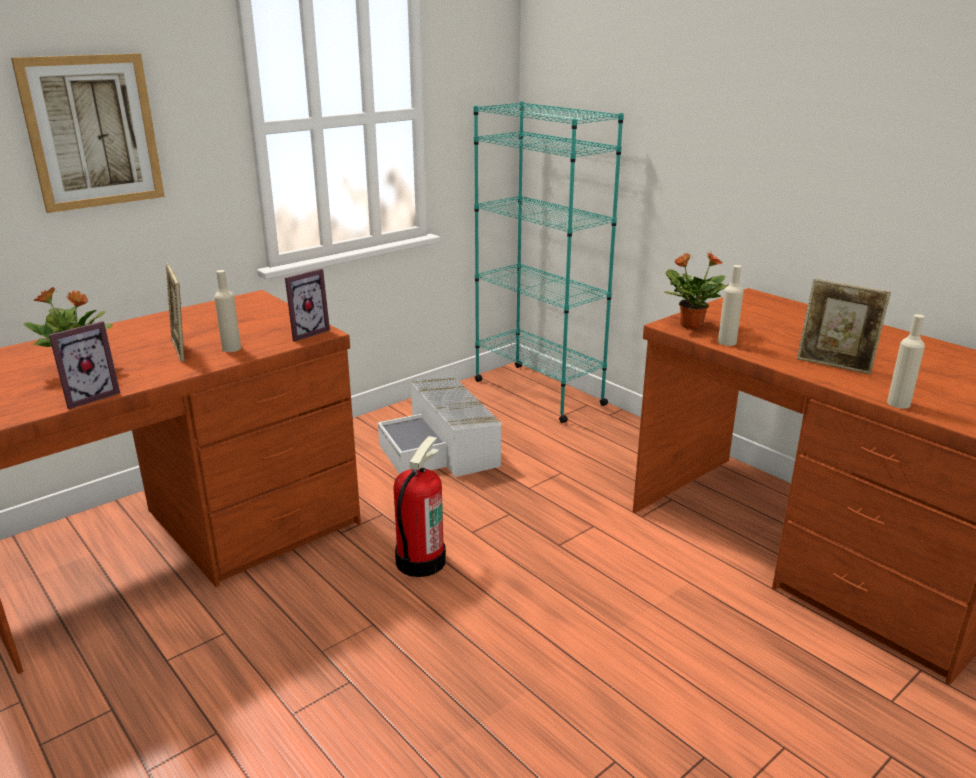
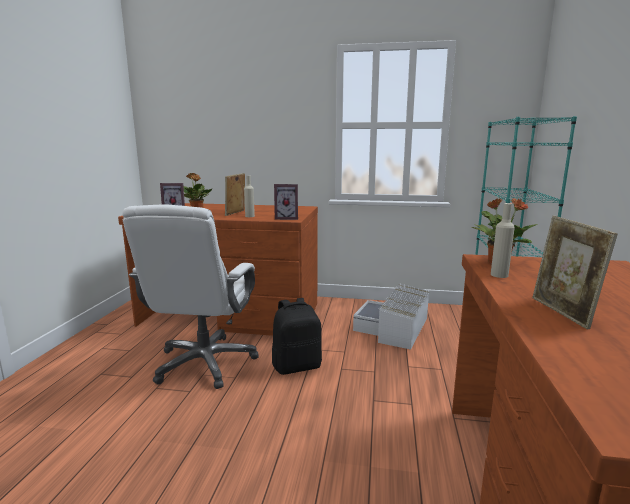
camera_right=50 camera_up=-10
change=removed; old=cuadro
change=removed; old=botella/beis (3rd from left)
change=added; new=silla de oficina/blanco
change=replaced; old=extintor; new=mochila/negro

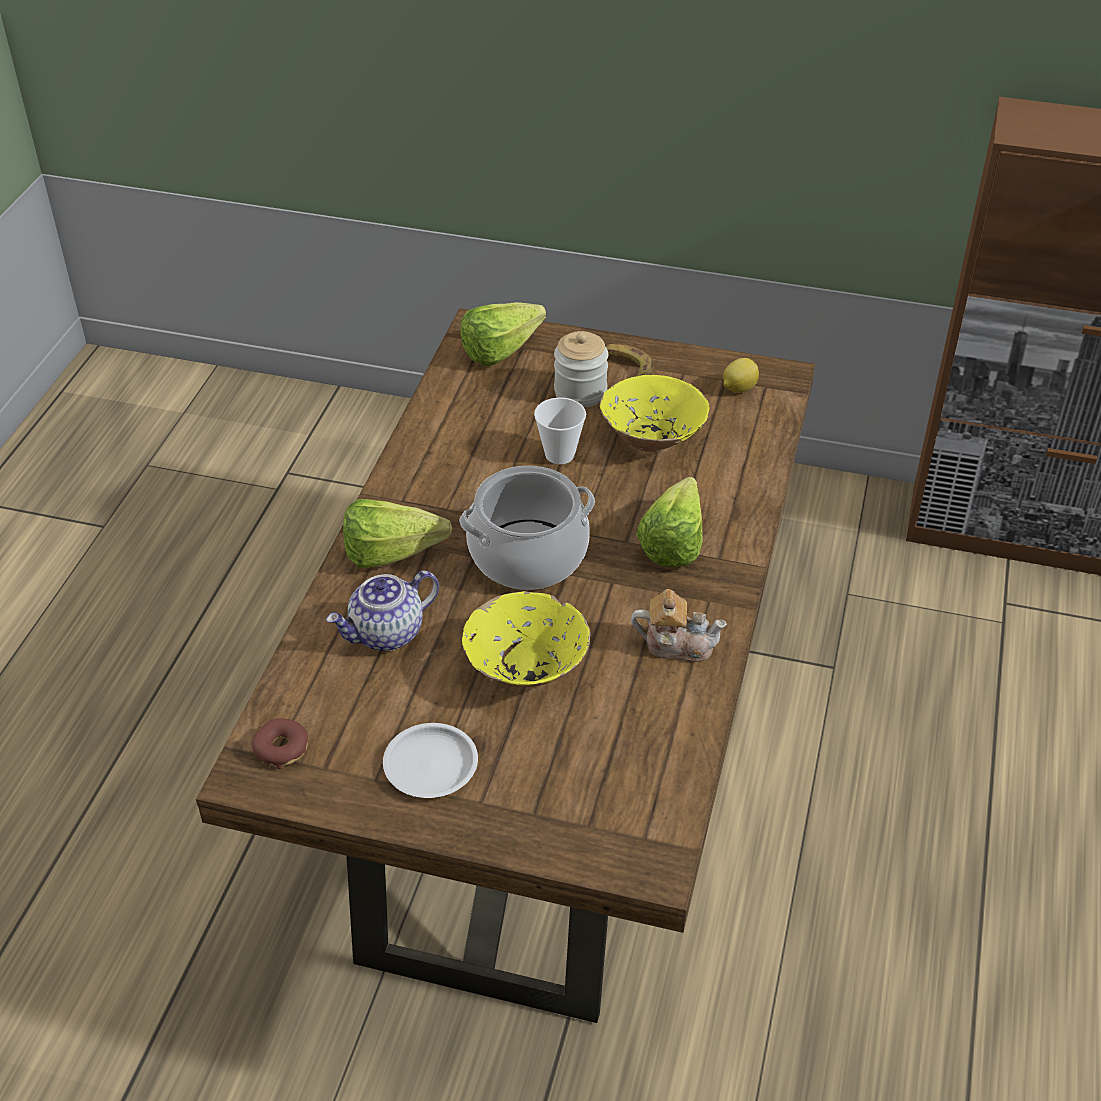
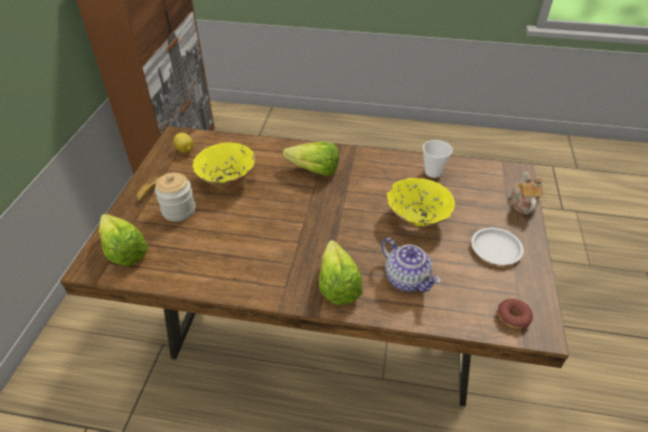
camera_right=-95 camera_up=0
change=removed; old=olla
change=moved; old=taza
change=moved; old=tetera (2nd from left)

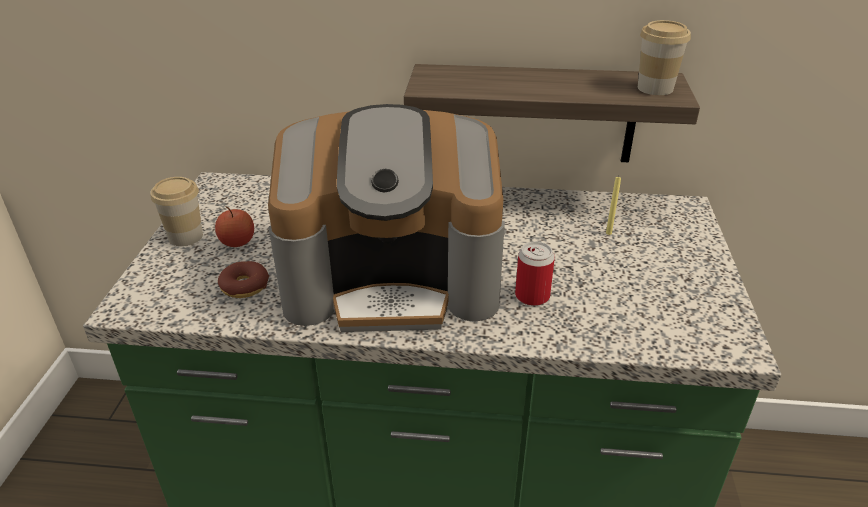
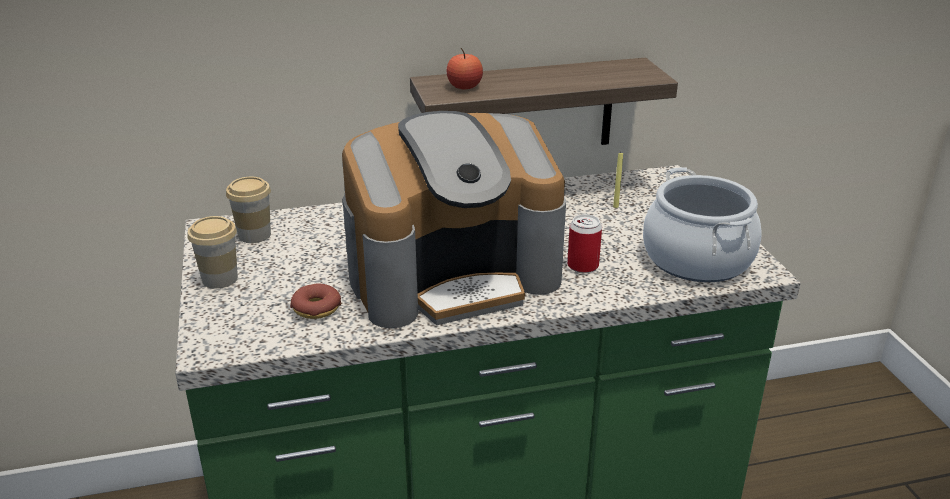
camera_right=-20 camera_up=-5
change=added; new=olla
change=moved; old=manzana
change=moved; old=taza (2nd from left)

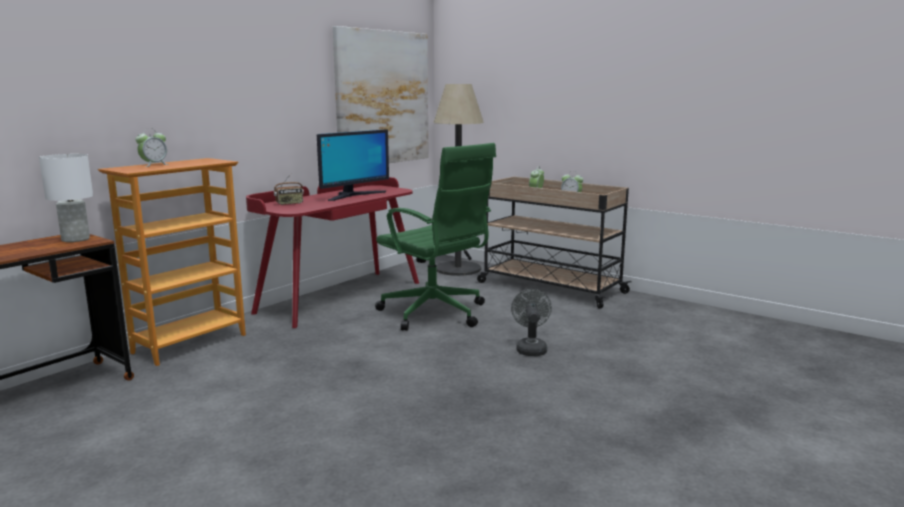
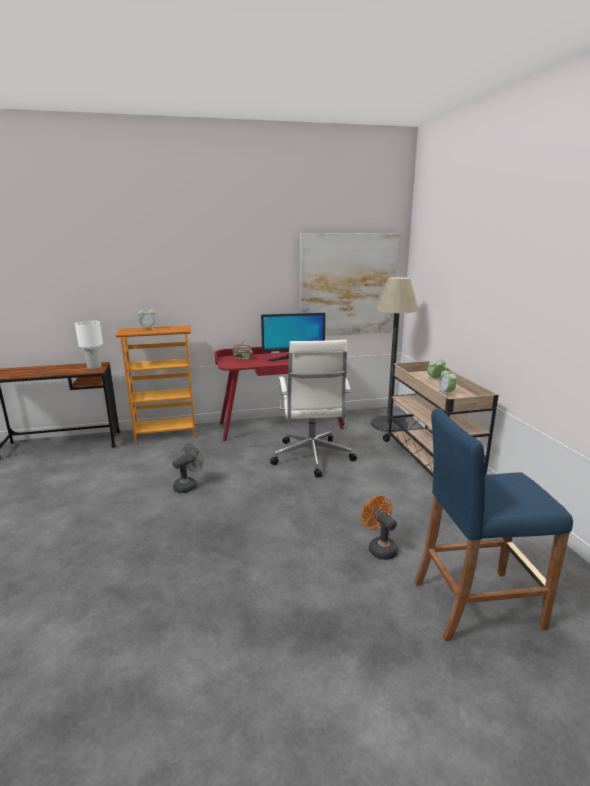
camera_right=40 camera_up=5
change=added; new=ventilador/naranja
change=added; new=taburete/azul
change=moved; old=ventilador/gris
change=recoloured; old=silla de oficina/verde; new=silla de oficina/blanco

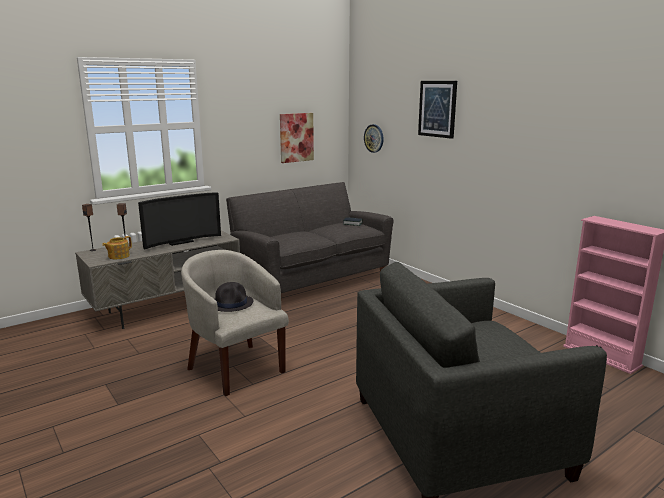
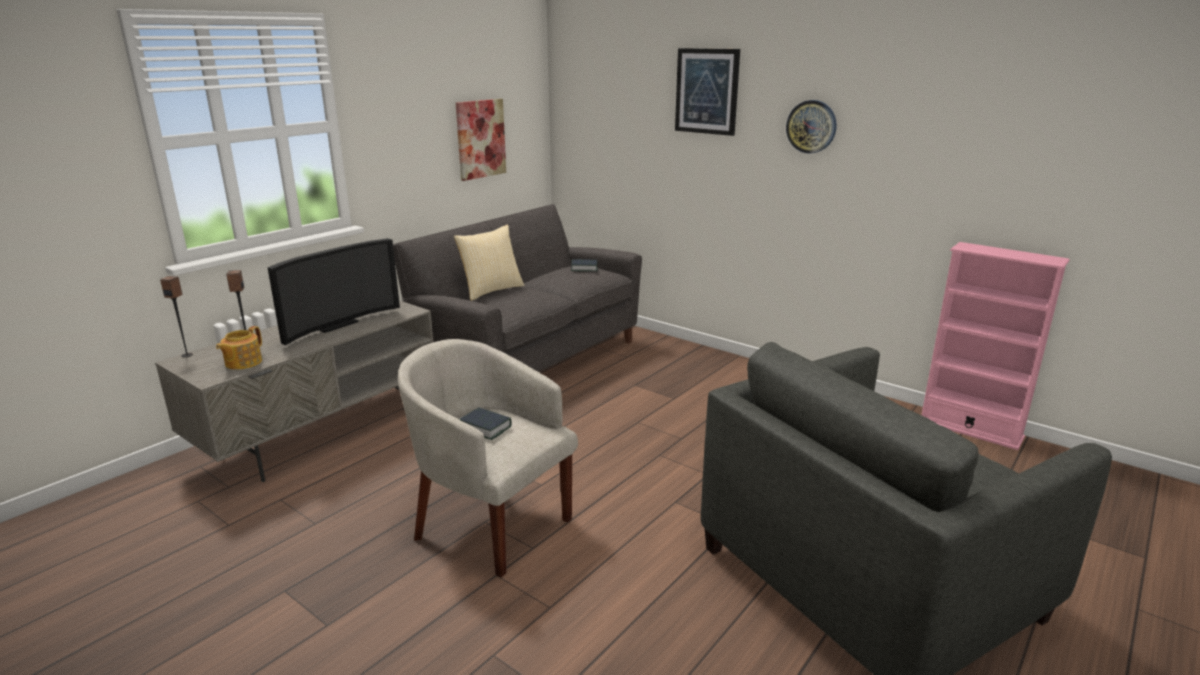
camera_right=-15 camera_up=5
change=added; new=cojín
change=moved; old=reloj de pared
change=replaced; old=sombrero/negro; new=libro (1st from left)

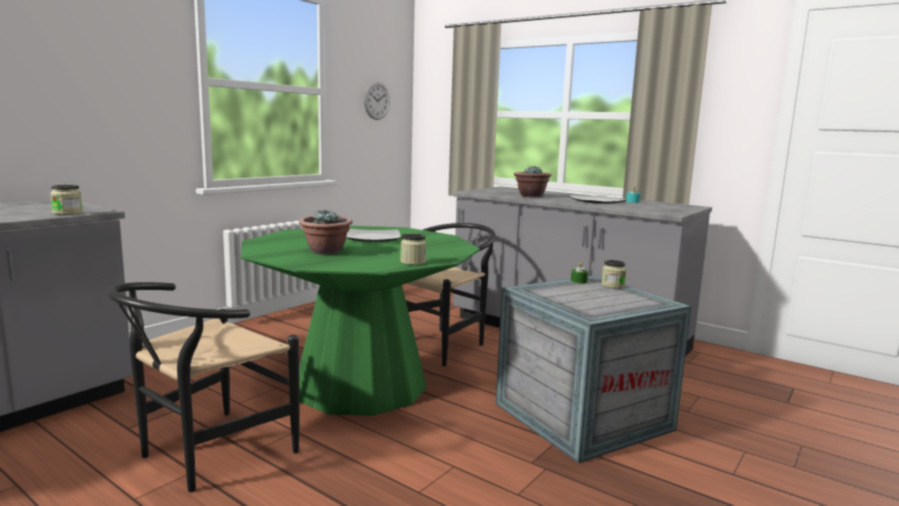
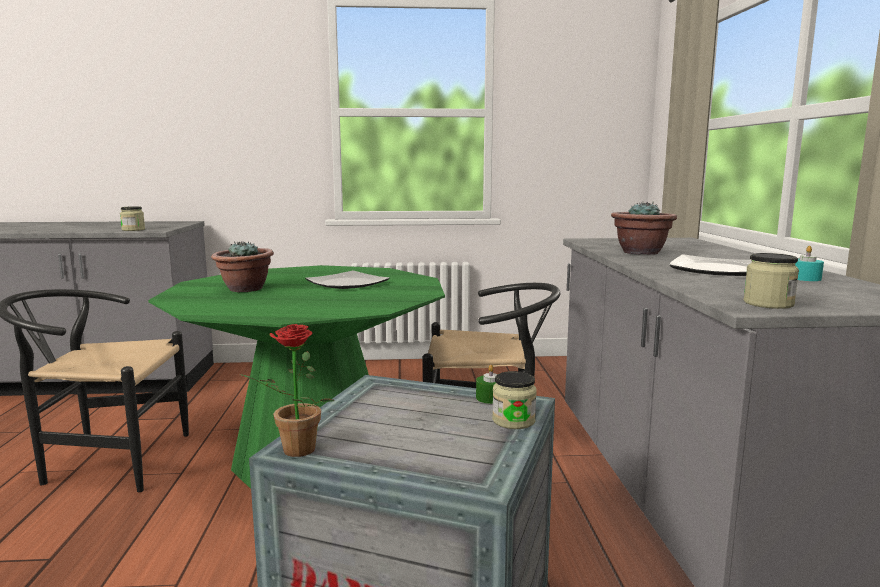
camera_right=50 camera_up=0
change=removed; old=reloj de pared
change=added; new=planta en maceta (2nd from left)
change=moved; old=tarro (2nd from left in the first image); new=tarro (3rd from left)

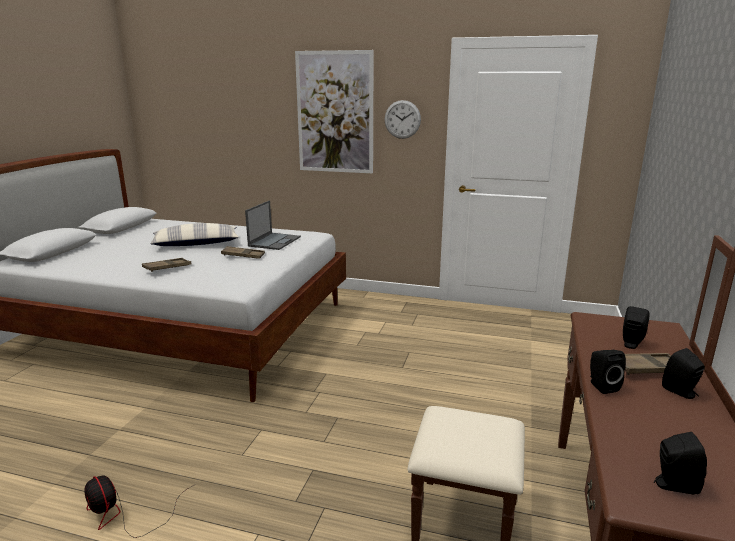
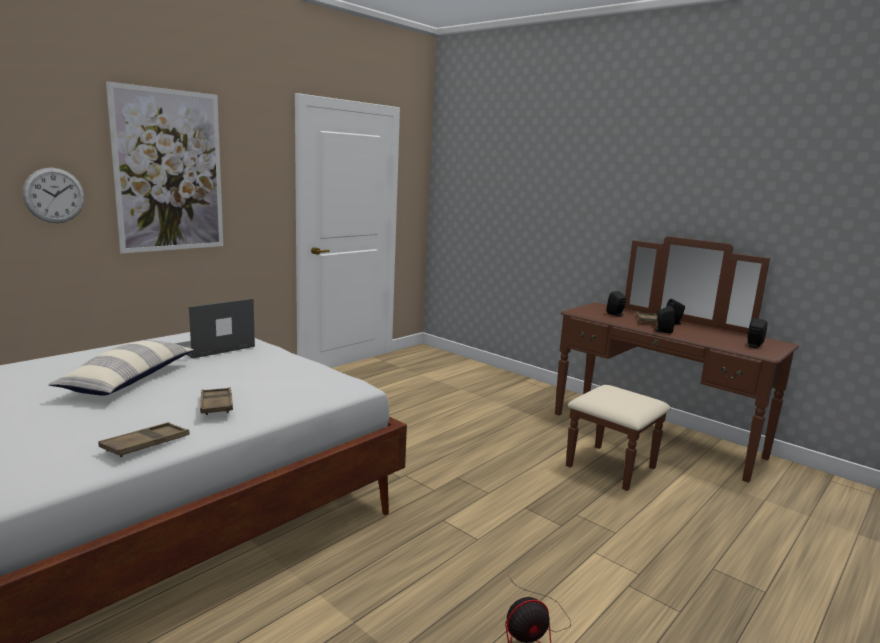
camera_right=-65 camera_up=-5
change=moved; old=bandeja/marrón (2nd from left in the first image); new=bandeja/marrón (1st from left)
change=moved; old=reloj de pared
change=turned; old=portátil; degrees=-90

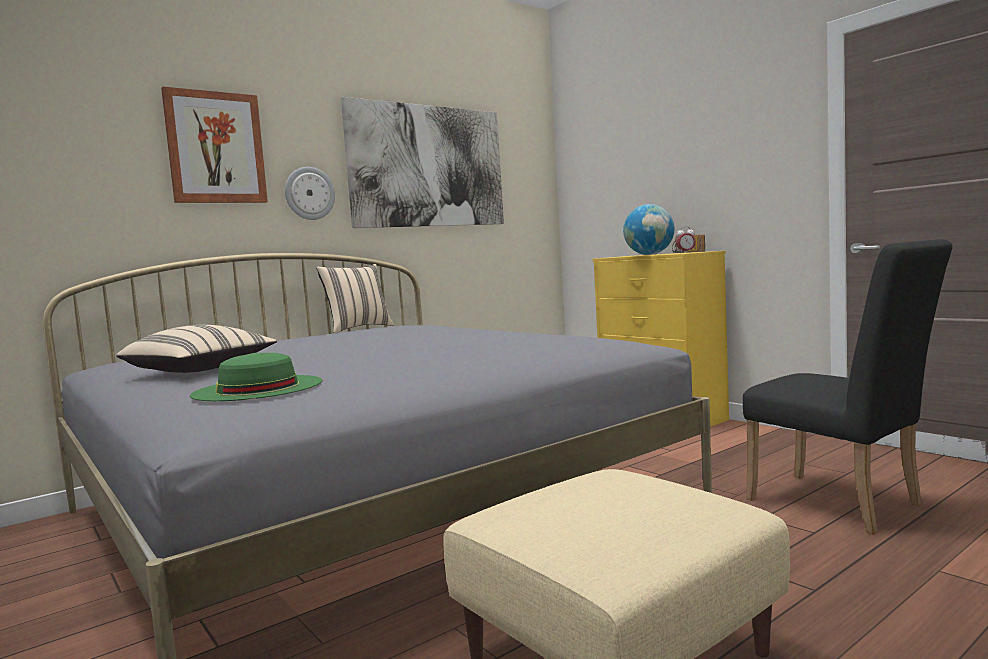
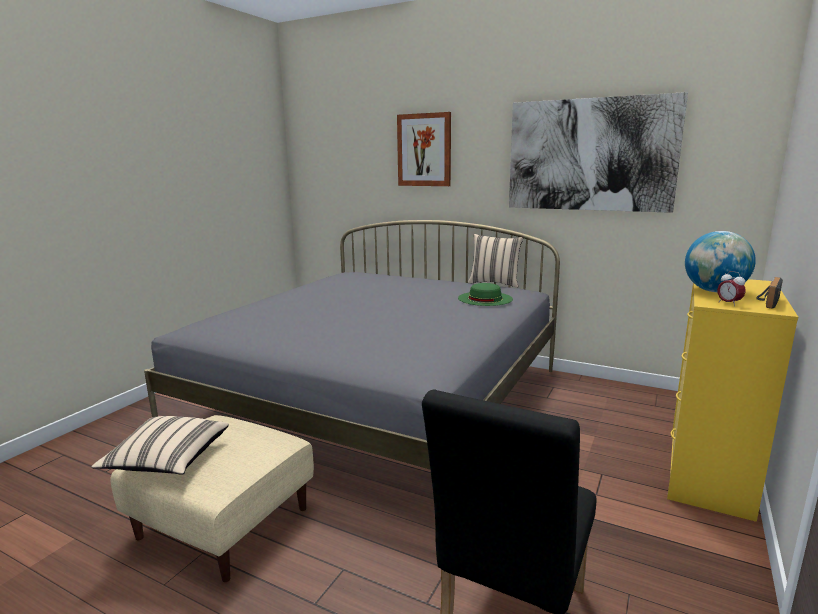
camera_right=65 camera_up=10
change=removed; old=reloj de pared
change=moved; old=cojín/beis (1st from left)
change=moved; old=sombrero/verde

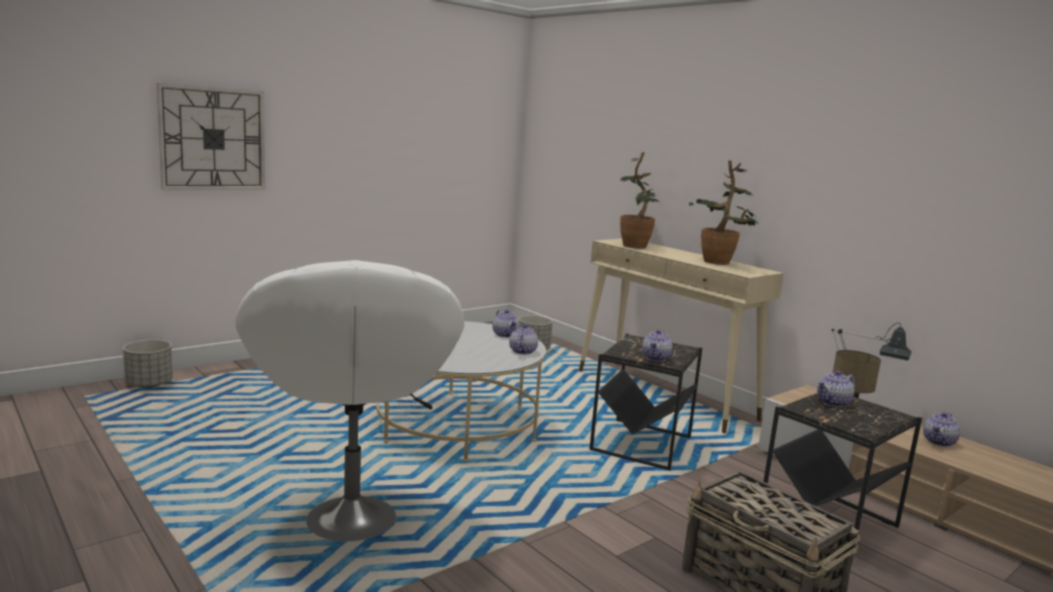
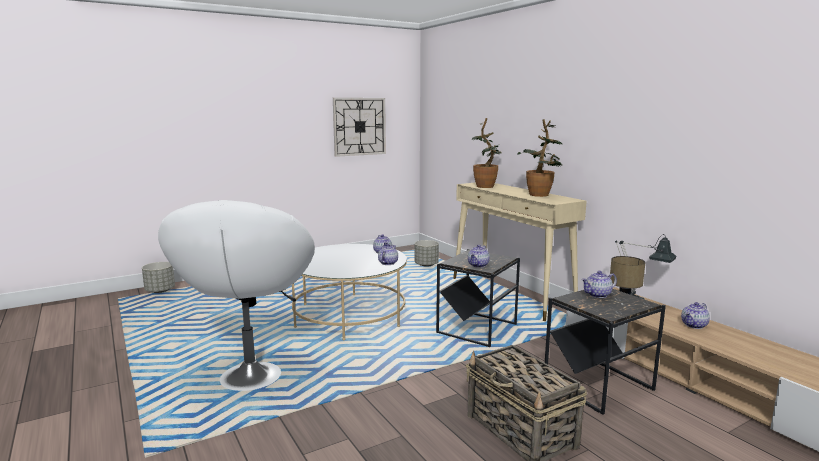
camera_right=10 camera_up=0
change=moved; old=reloj de pared

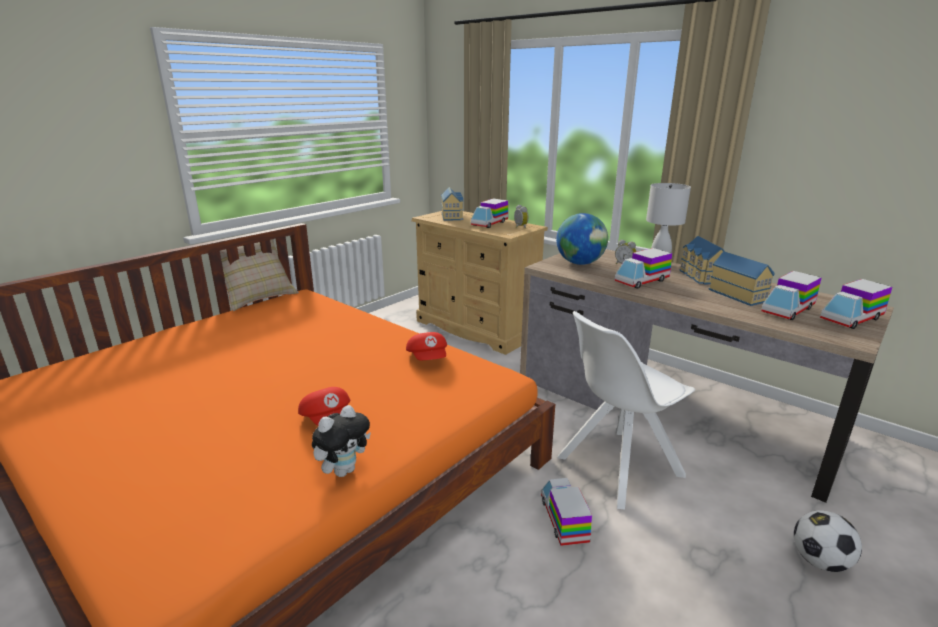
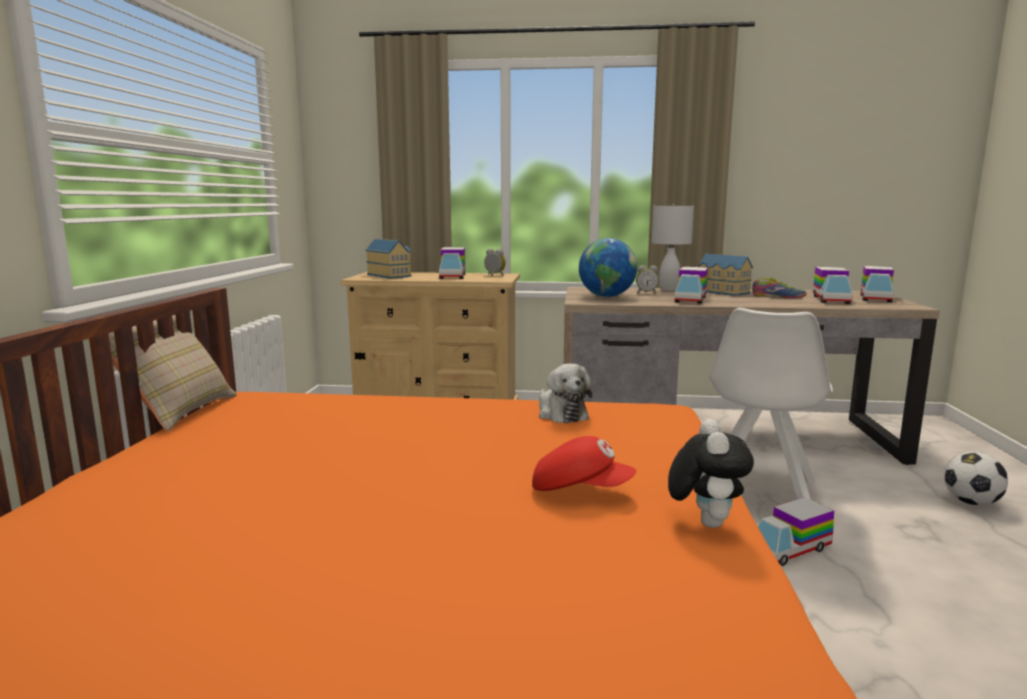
camera_right=-35 camera_up=-10
change=replaced; old=gorra/rojo (2nd from left); new=peluche (1st from left)
change=replaced; old=casita (3rd from left); new=zapato
change=turned; old=camión de juguete (2nd from left in the first image); degrees=-75

